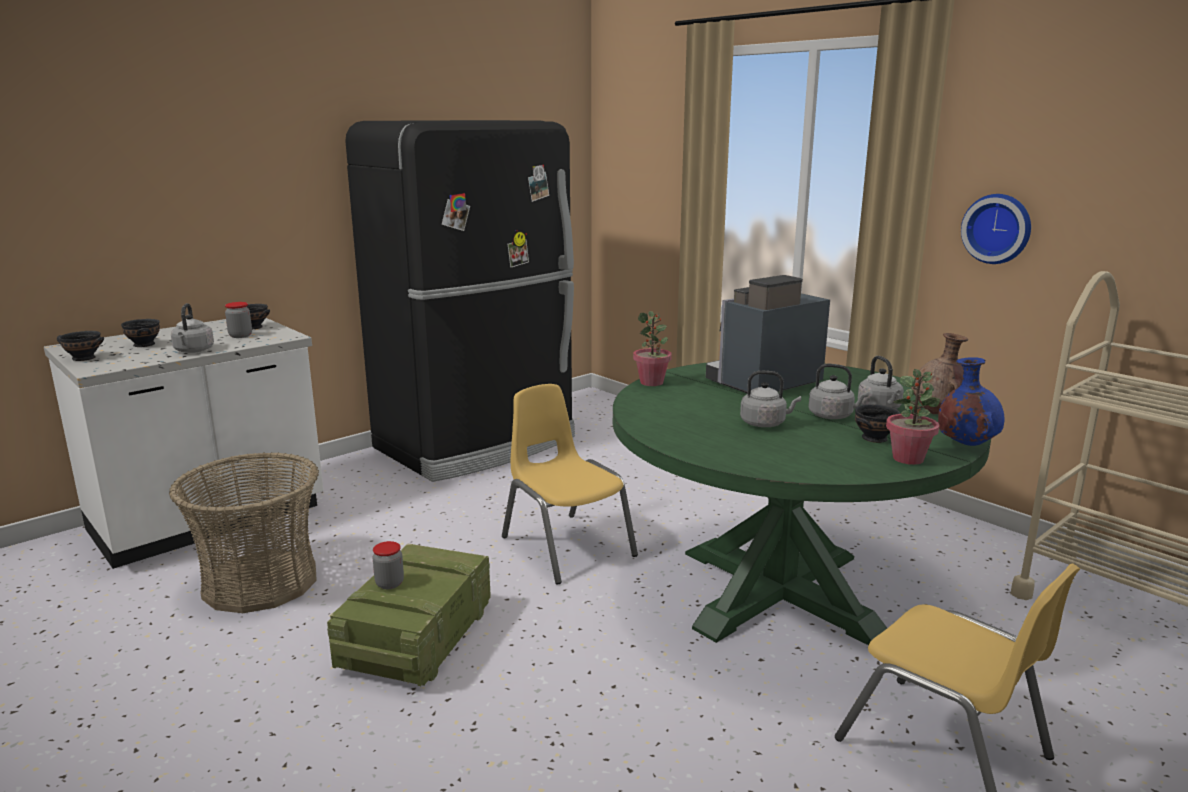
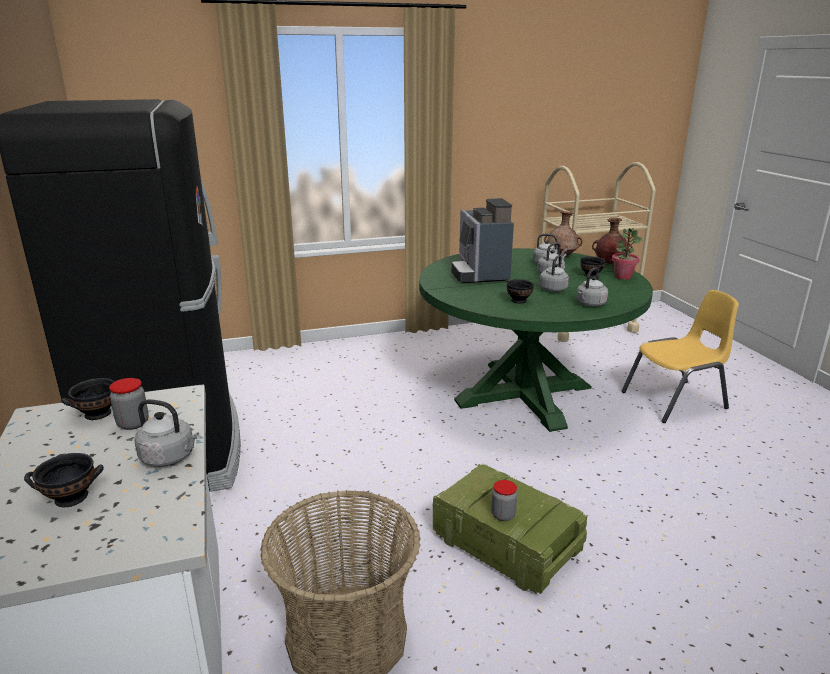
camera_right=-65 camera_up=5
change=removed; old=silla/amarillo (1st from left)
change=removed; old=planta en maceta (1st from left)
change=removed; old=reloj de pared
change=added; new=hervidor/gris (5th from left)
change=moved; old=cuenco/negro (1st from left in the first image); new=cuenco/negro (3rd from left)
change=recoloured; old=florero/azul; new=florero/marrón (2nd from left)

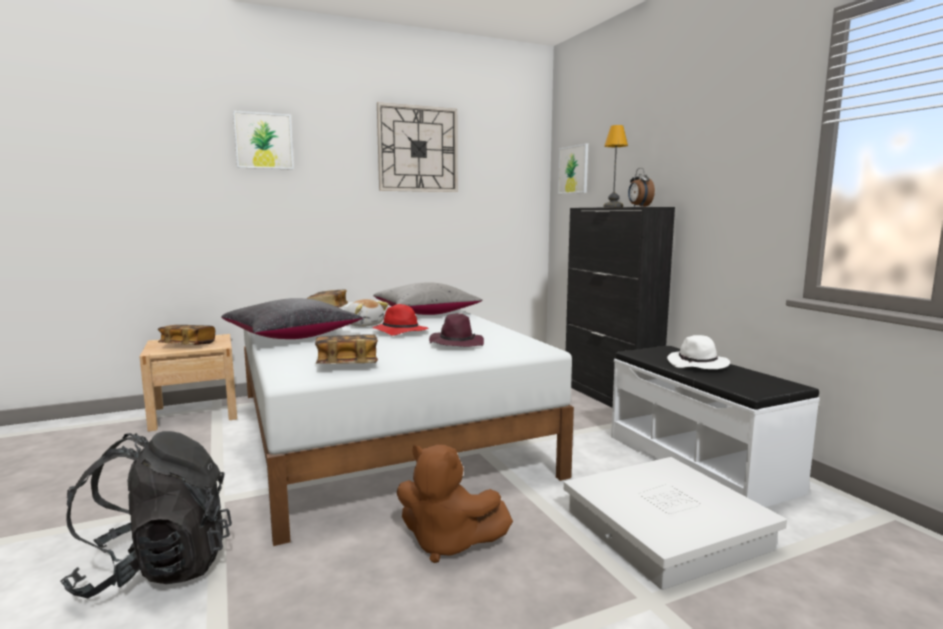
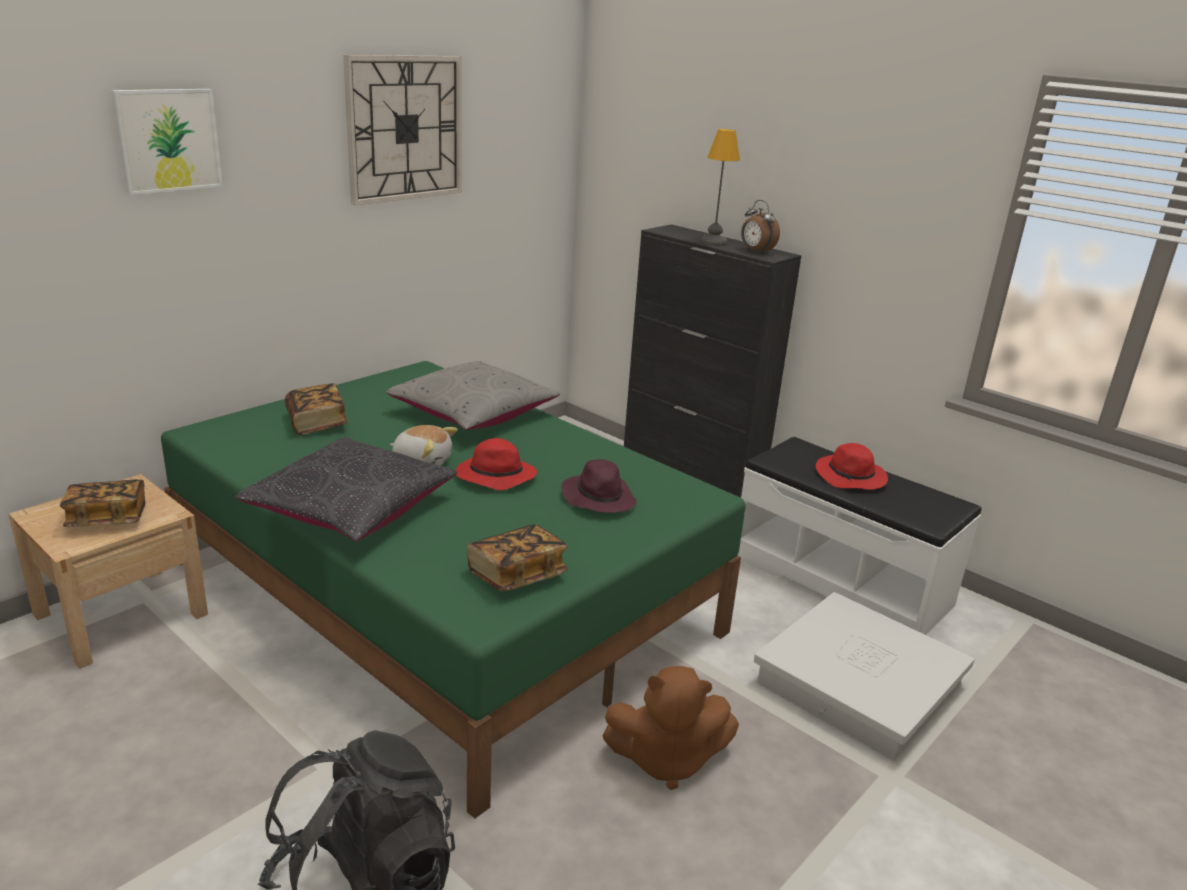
camera_right=-25 camera_up=15
change=removed; old=cuadro (2nd from left)
change=recoloured; old=cama/blanco; new=cama/verde
change=recoloured; old=sombrero/blanco; new=sombrero/rojo (2nd from left)

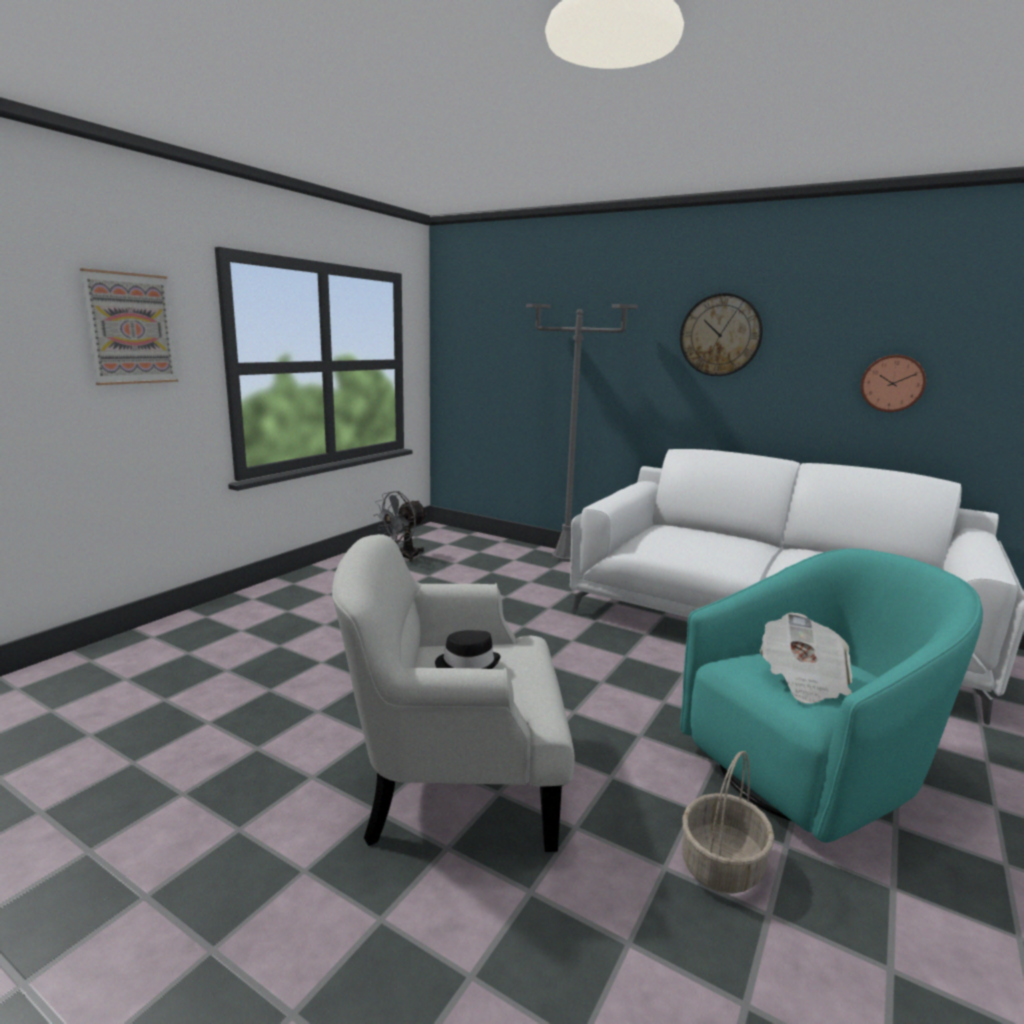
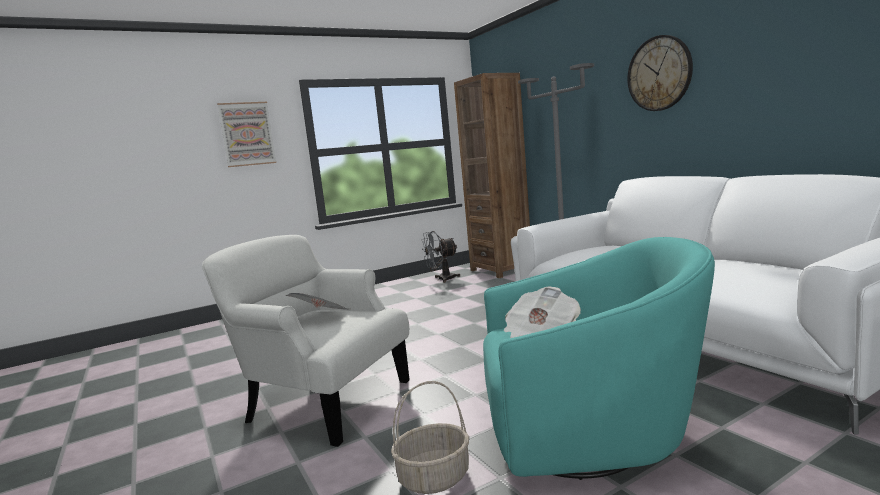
camera_right=30 camera_up=-5
change=removed; old=reloj de pared (2nd from left)
change=added; new=estantería/marrón
change=replaced; old=sombrero/negro; new=periódico (1st from left)

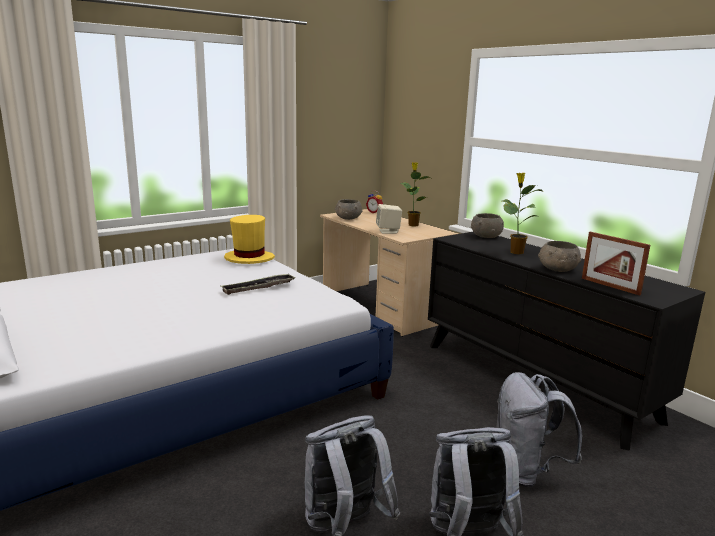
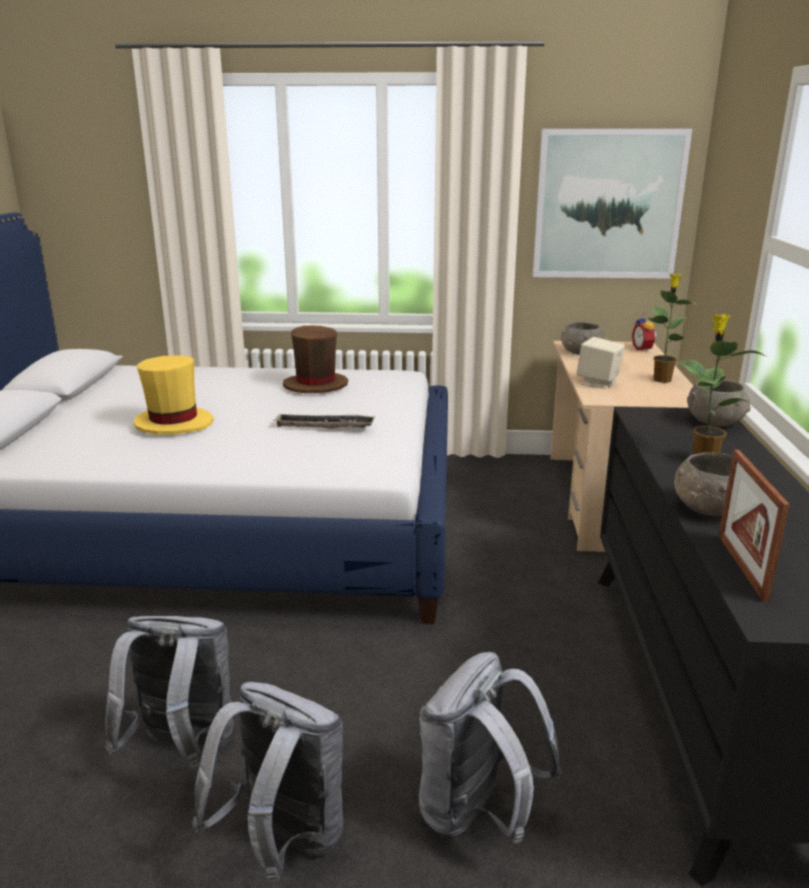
camera_right=40 camera_up=5
change=added; new=sombrero/marrón
change=added; new=cuadro
change=moved; old=sombrero/amarillo

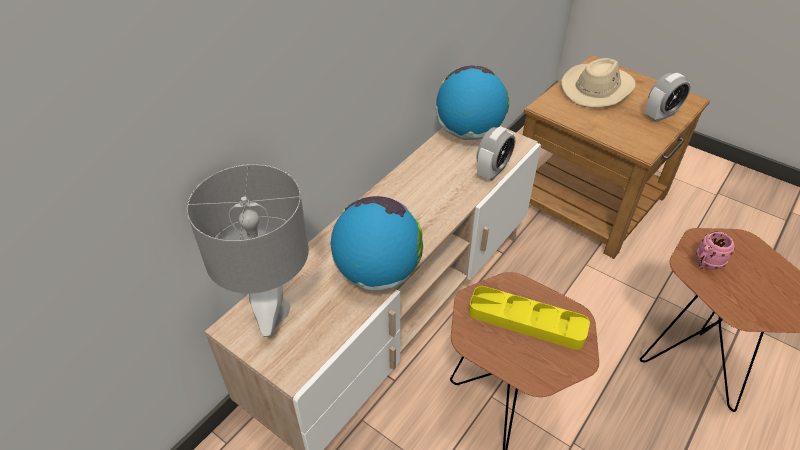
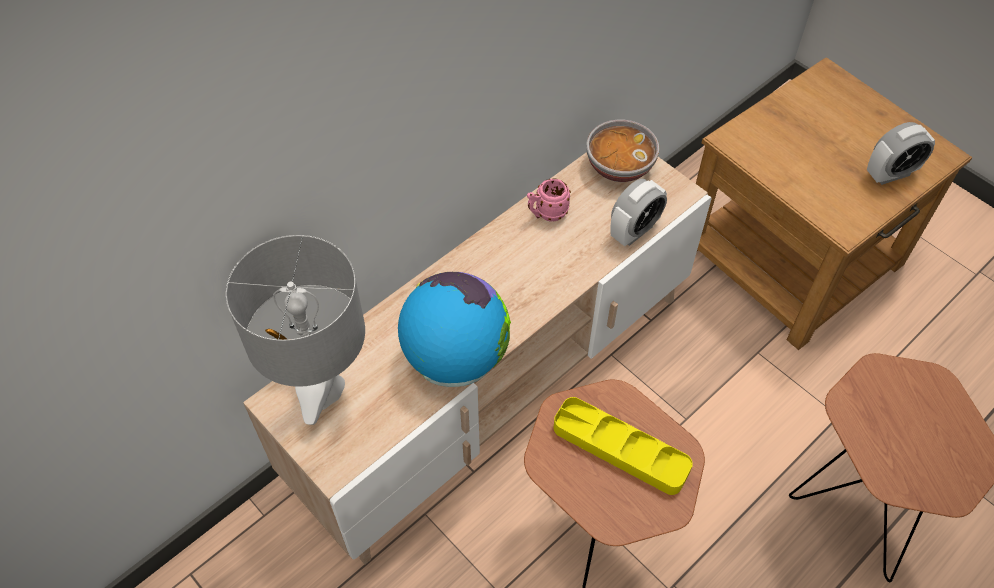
camera_right=10 camera_up=10
change=removed; old=sombrero/beis
change=moved; old=taza grande/rosa
change=replaced; old=globo terráqueo (2nd from left); new=cuenco

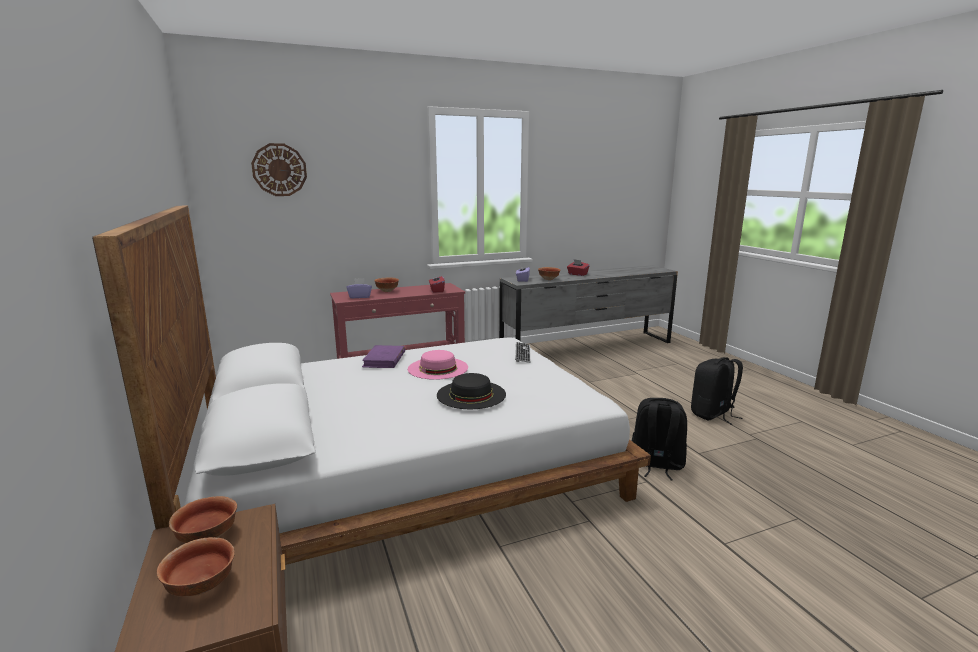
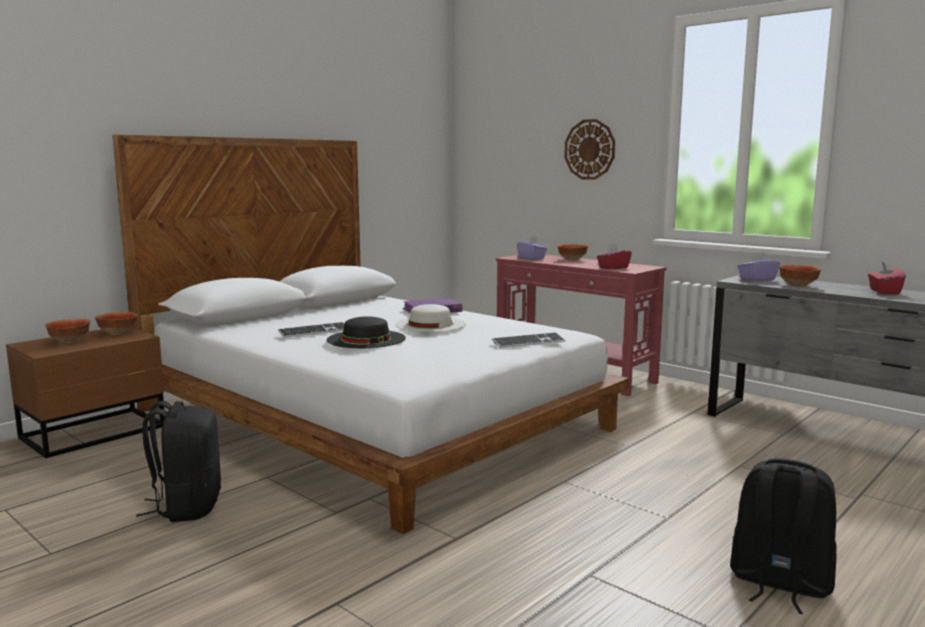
camera_right=65 camera_up=-5
change=added; new=teclado (1st from left)
change=moved; old=reloj de pared
change=moved; old=mochila/negro (1st from left)
change=recoloured; old=sombrero/rosa; new=sombrero/blanco

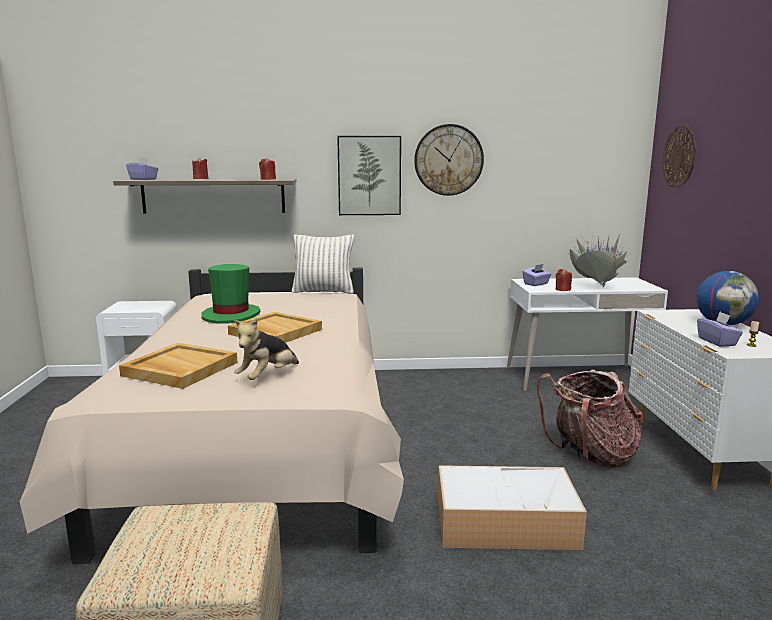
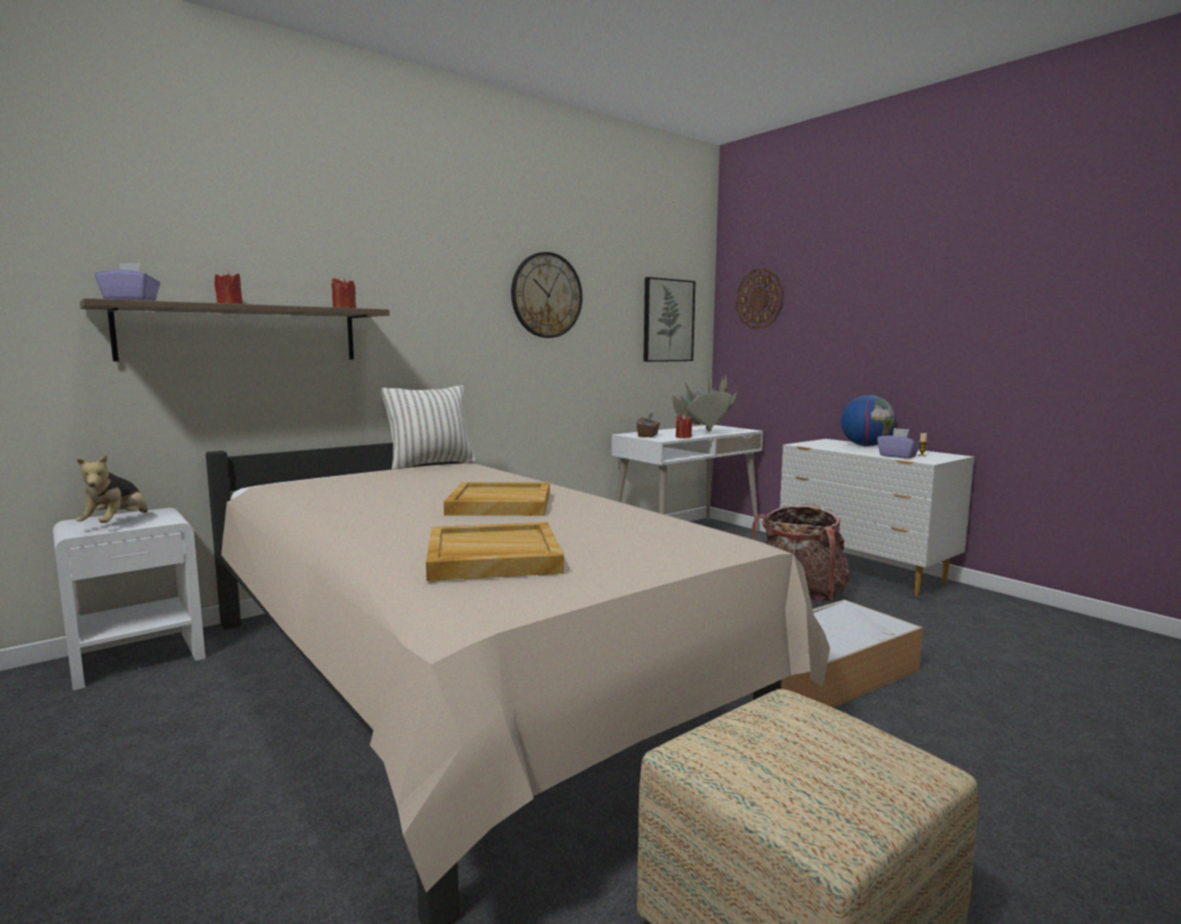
camera_right=-35 camera_up=-5
change=removed; old=sombrero/verde
change=moved; old=peluche
change=moved; old=cuadro
change=recoloured; old=caja de pañuelos/morado (2nd from left); new=caja de pañuelos/marrón

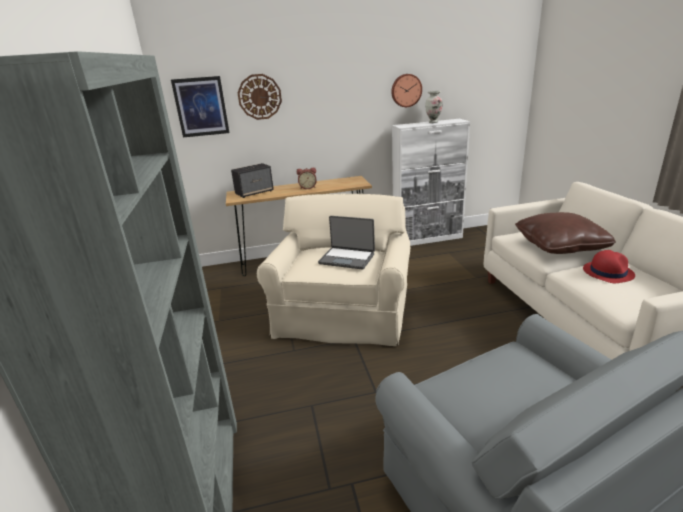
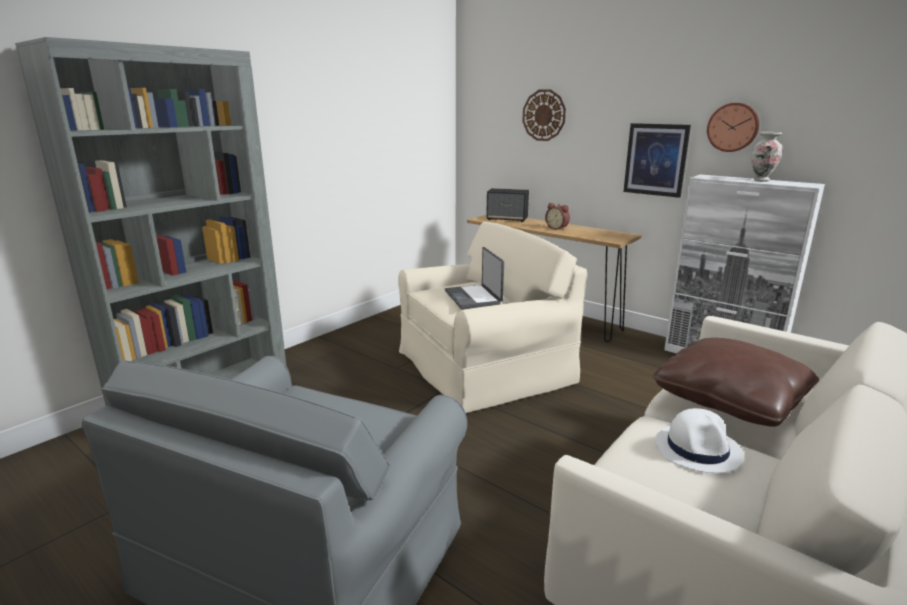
camera_right=50 camera_up=-5
change=moved; old=cuadro
change=recoloured; old=sombrero/rojo; new=sombrero/blanco

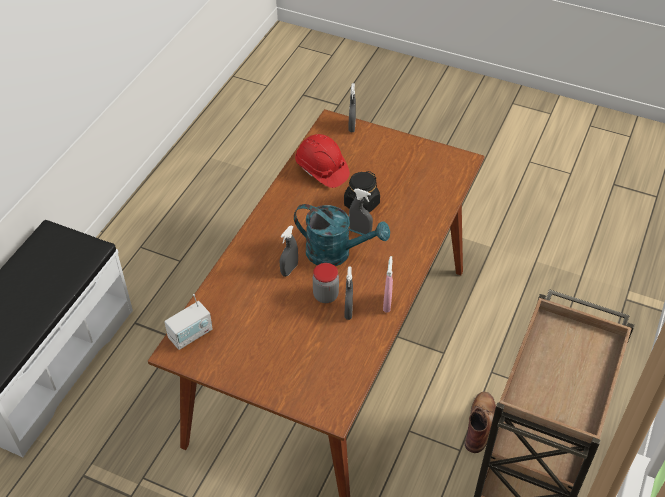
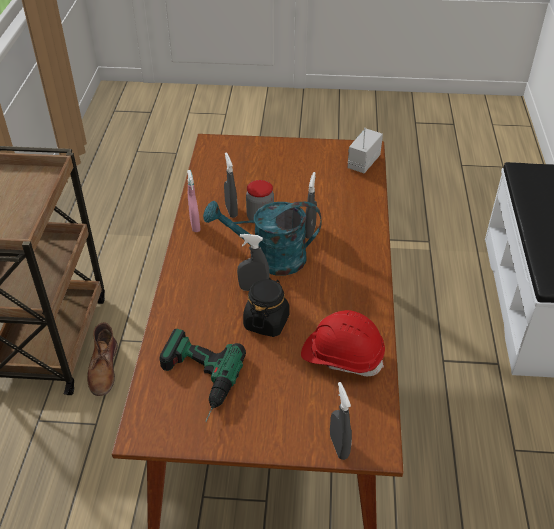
camera_right=160 camera_up=-5
change=added; new=taladro

